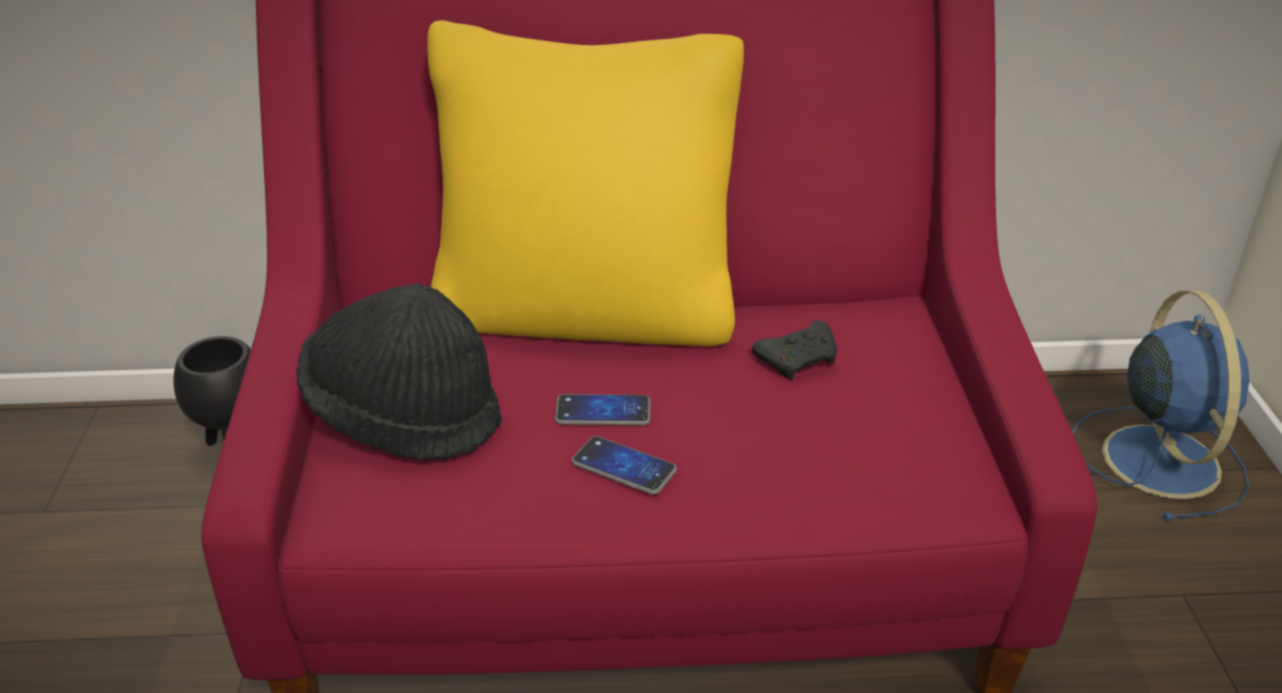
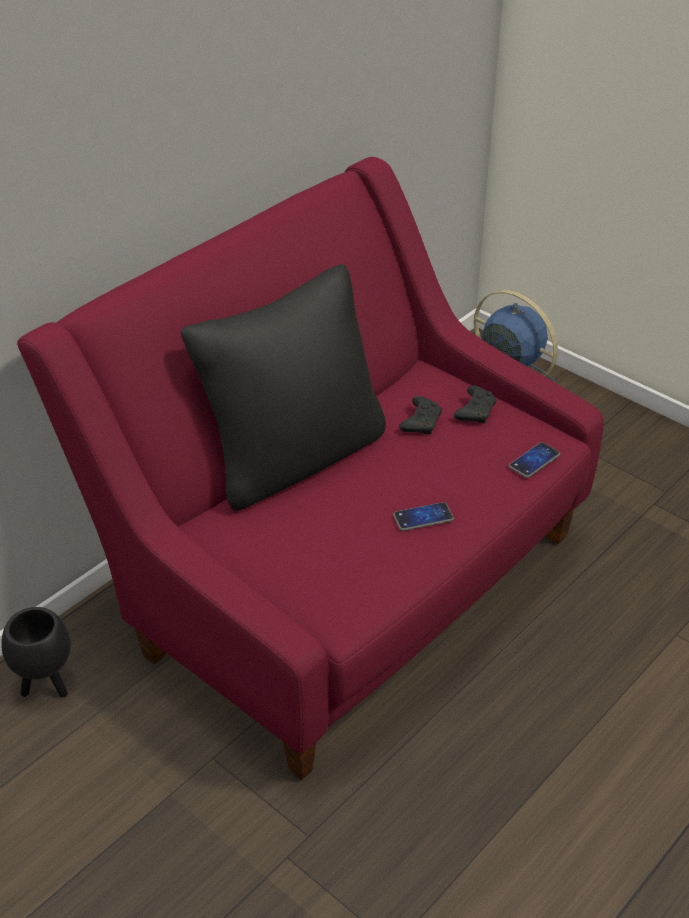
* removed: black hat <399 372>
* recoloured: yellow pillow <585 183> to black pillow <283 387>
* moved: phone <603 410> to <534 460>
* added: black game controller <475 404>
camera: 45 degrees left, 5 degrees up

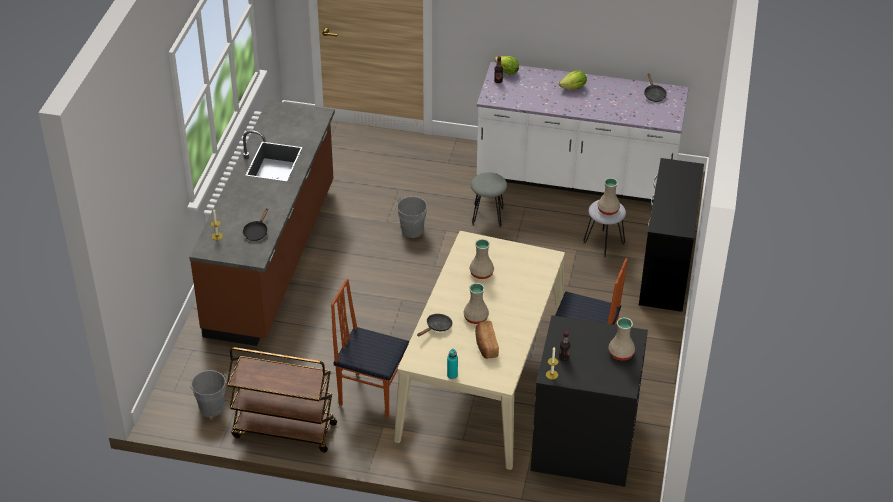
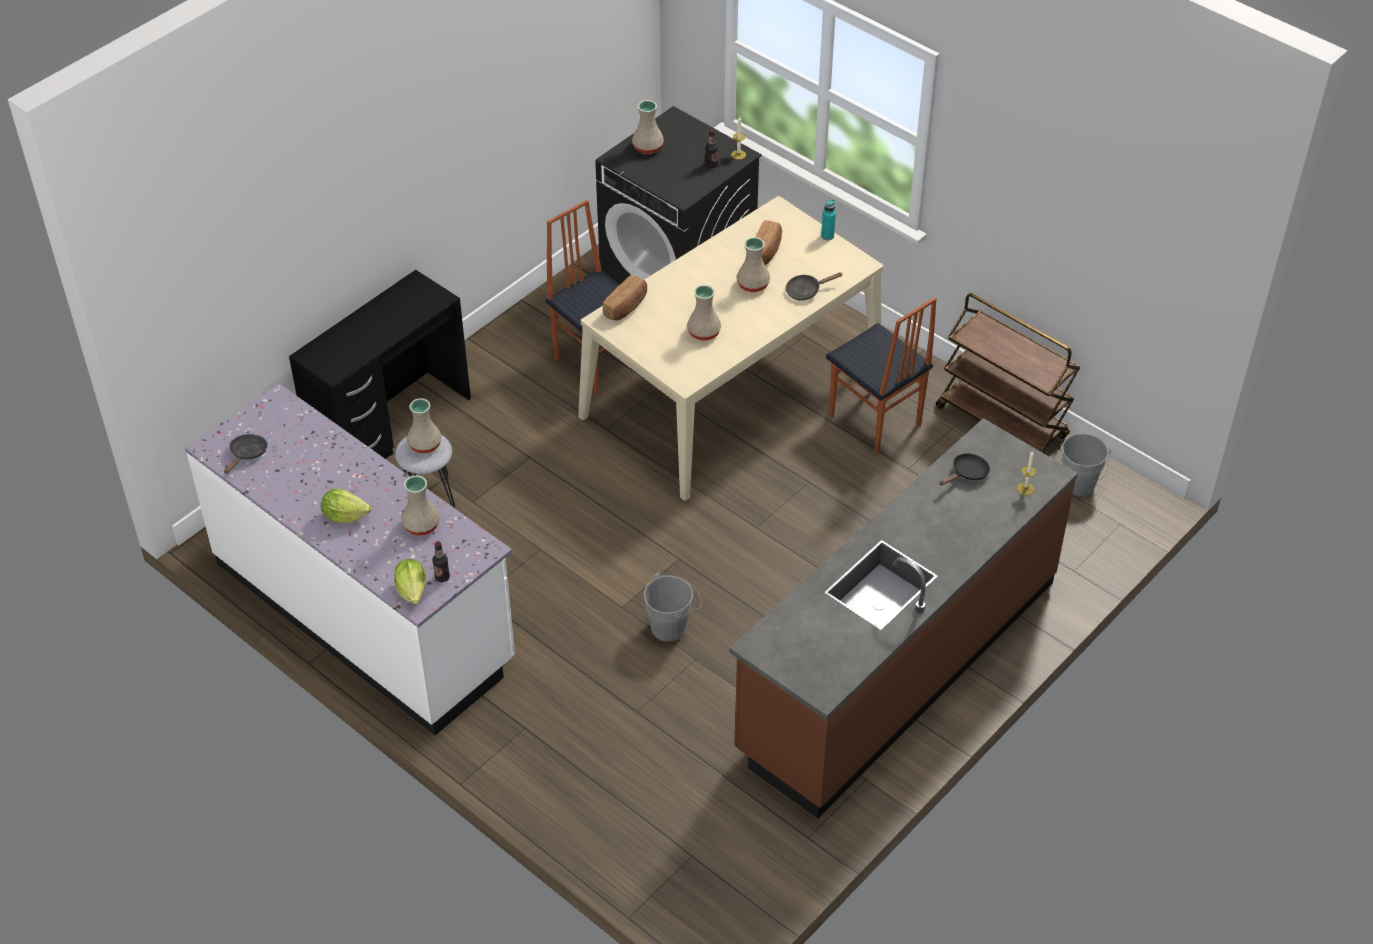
* removed: grey stool <489 199>
* added: beige vase <420 505>
* added: bread <625 297>
camera: 150 degrees left, 5 degrees up

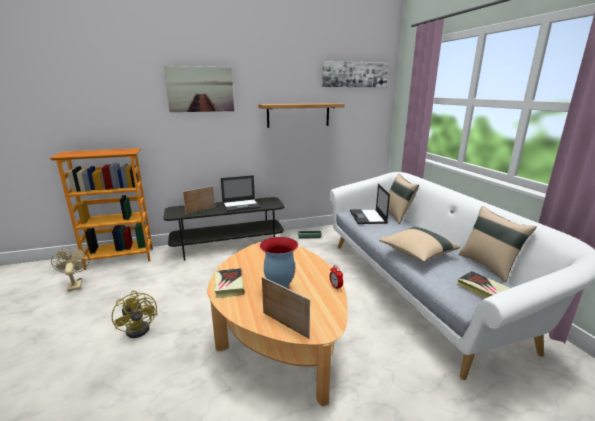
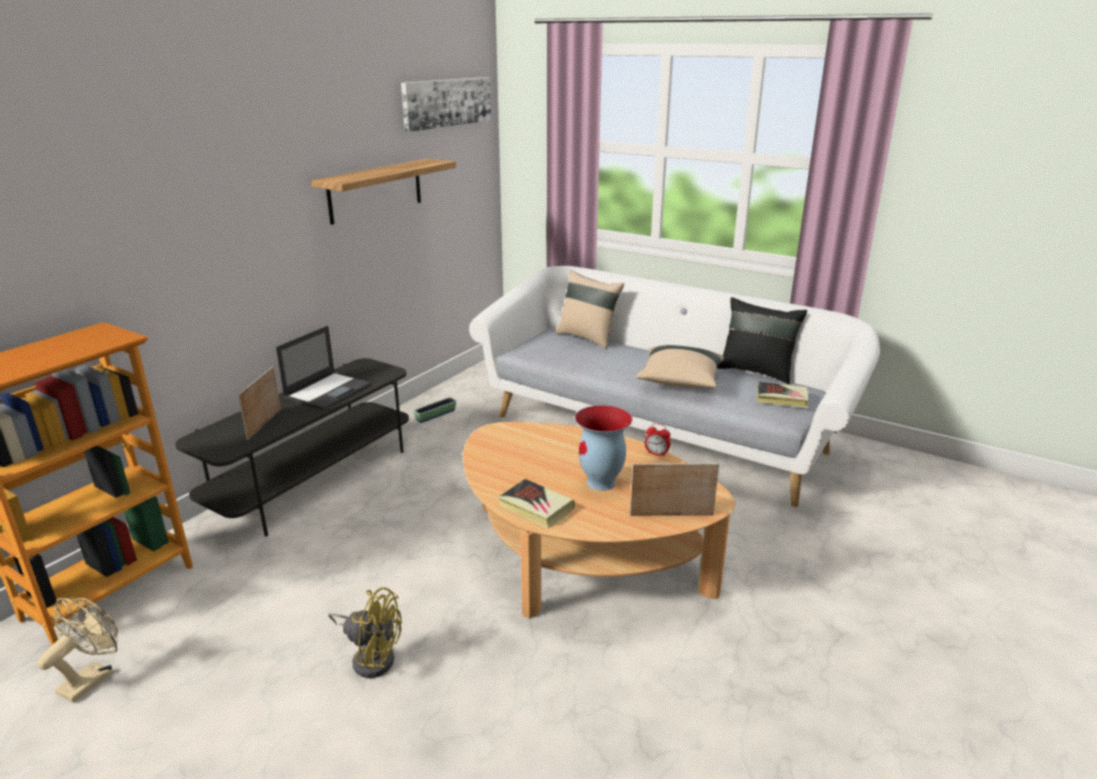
* turned: beige fan <70 270> = <77 650> 90 degrees clockwise
* removed: picture <199 89>
* removed: laptop <370 204>
* recoloured: beige pillow <498 244> to black pillow <762 340>
camera: 40 degrees left, 5 degrees up

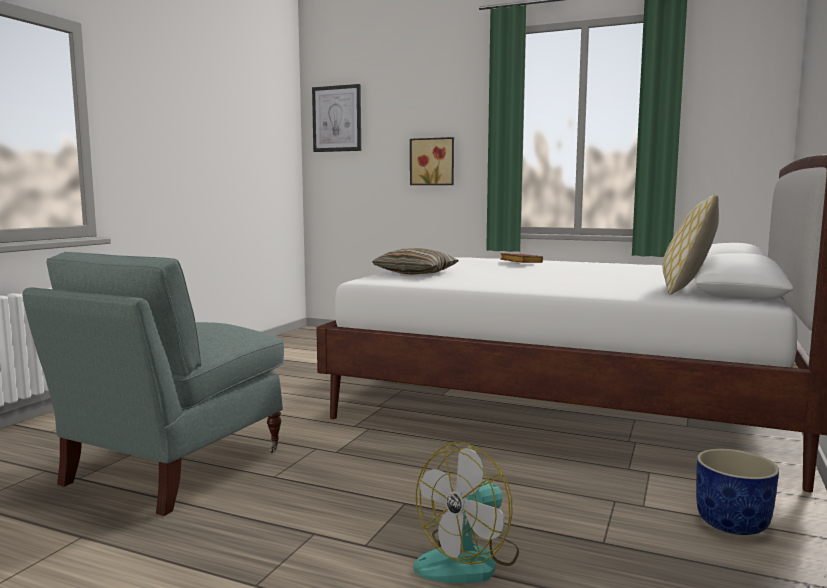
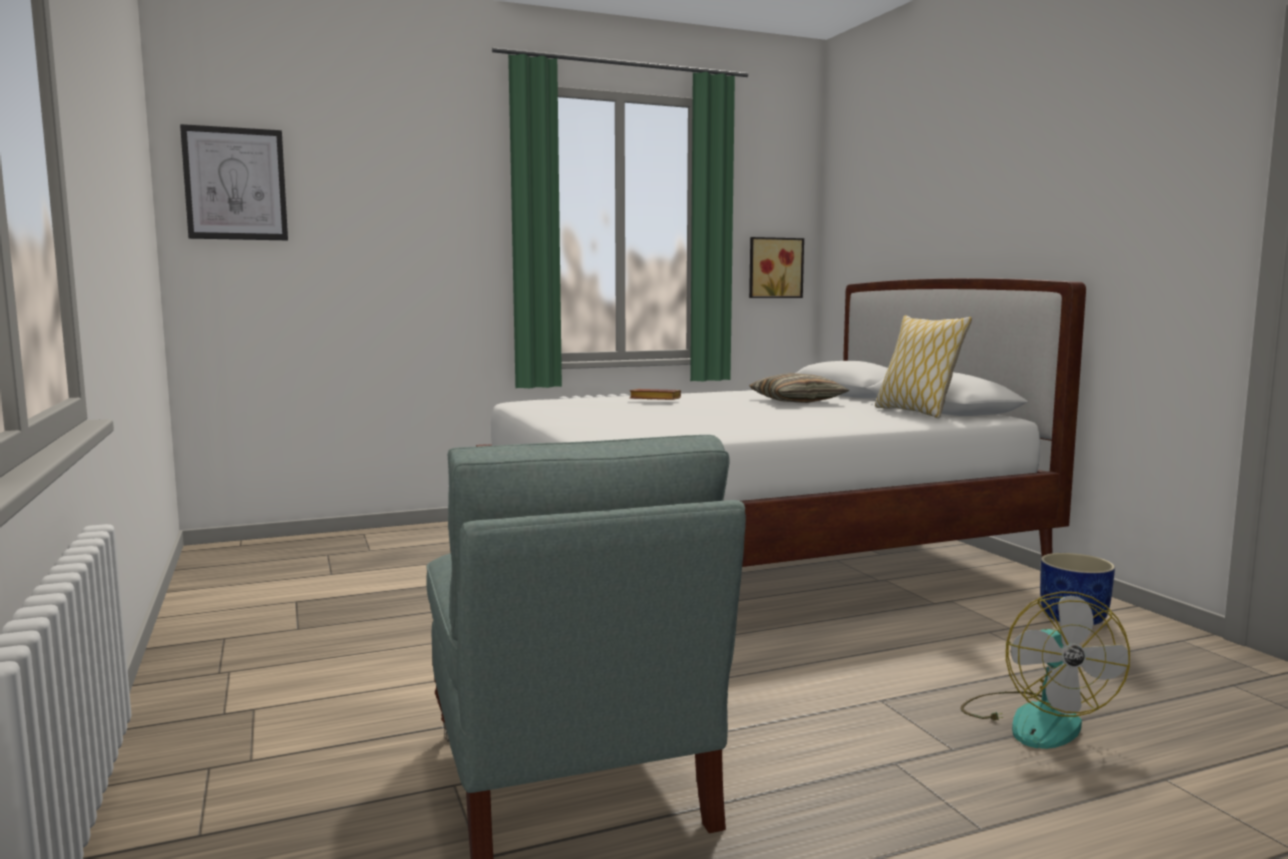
* moved: pillow <415 261> to <799 388>
* moved: picture <432 161> to <776 267>
camera: 45 degrees left, 0 degrees up

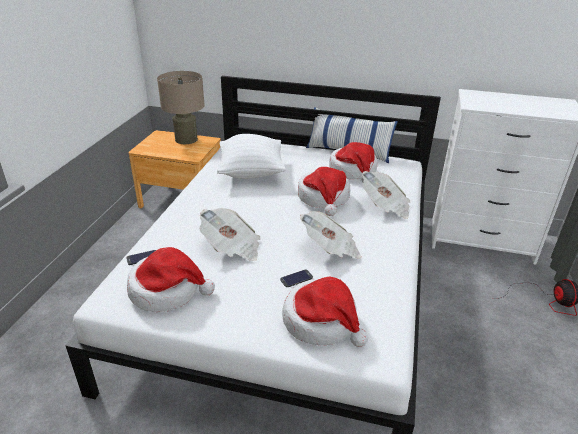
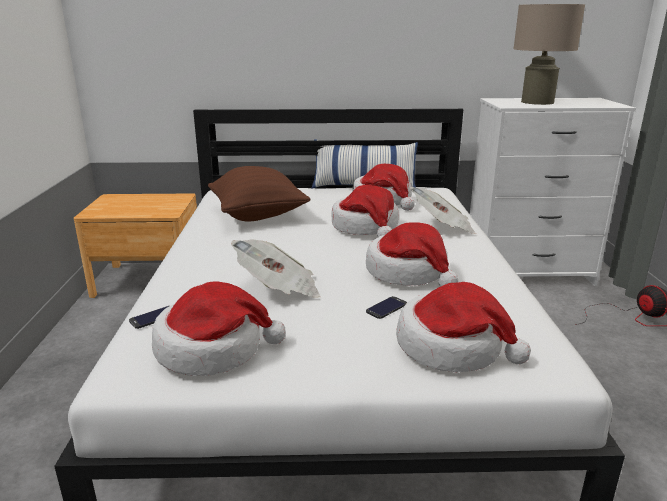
* moved: beige table lamp <181 107> to <549 54>
* recoloured: white pillow <251 156> to brown pillow <259 193>
* replaced: newspaper <331 235> to hat <412 254>
camera: 15 degrees left, 10 degrees down

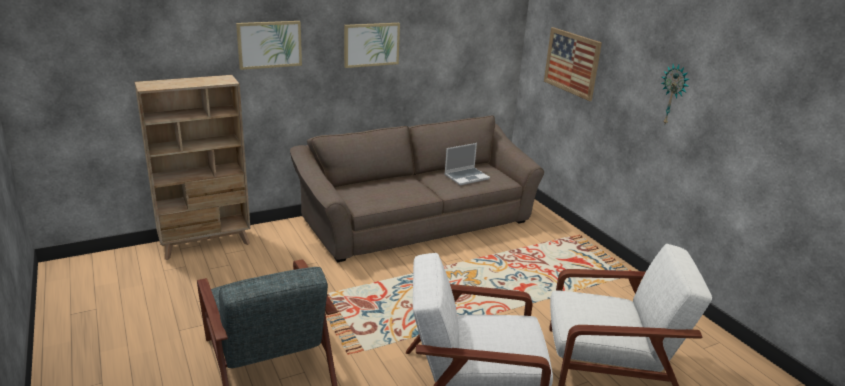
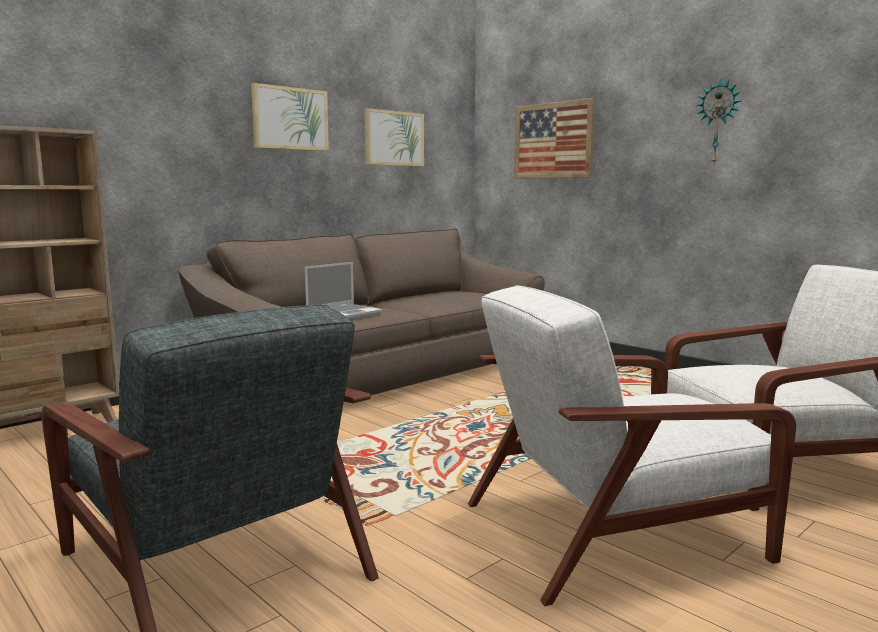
* moved: picture <269 45> to <394 137>
* moved: laptop <467 164> to <343 290>
camera: 15 degrees left, 15 degrees down

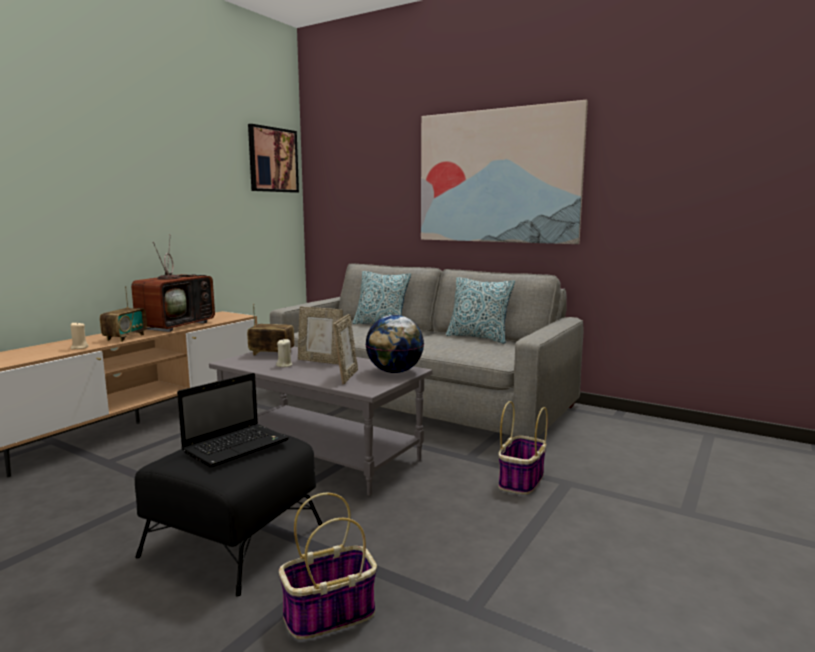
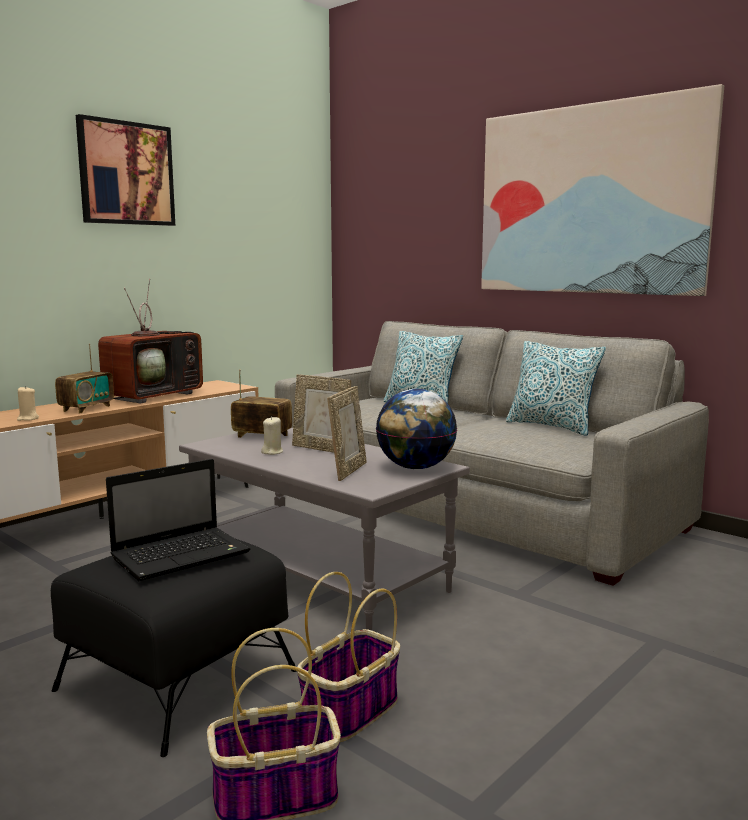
* moved: picture <273 158> to <125 170>
* moved: basket <523 448> to <348 657>
camera: 10 degrees right, 0 degrees up

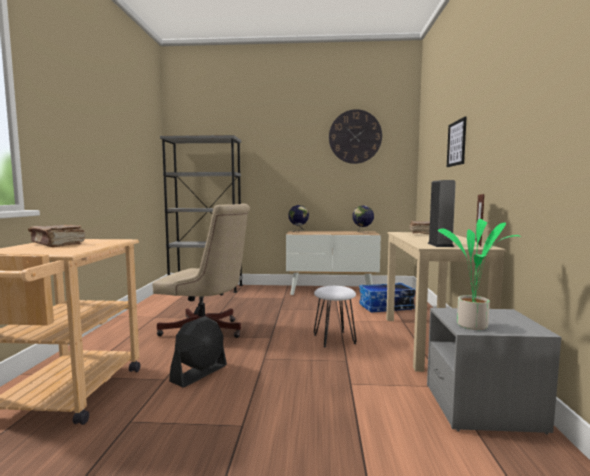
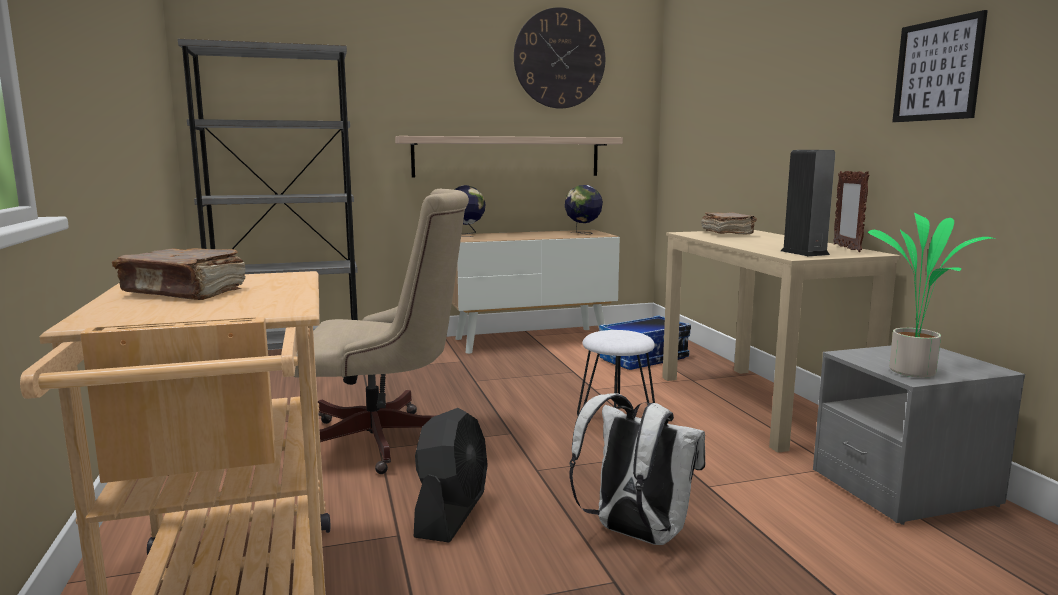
* moved: picture <457 142> to <940 66>
* added: shelf <509 156>
* added: white backpack <637 469>
camera: 20 degrees left, 5 degrees up

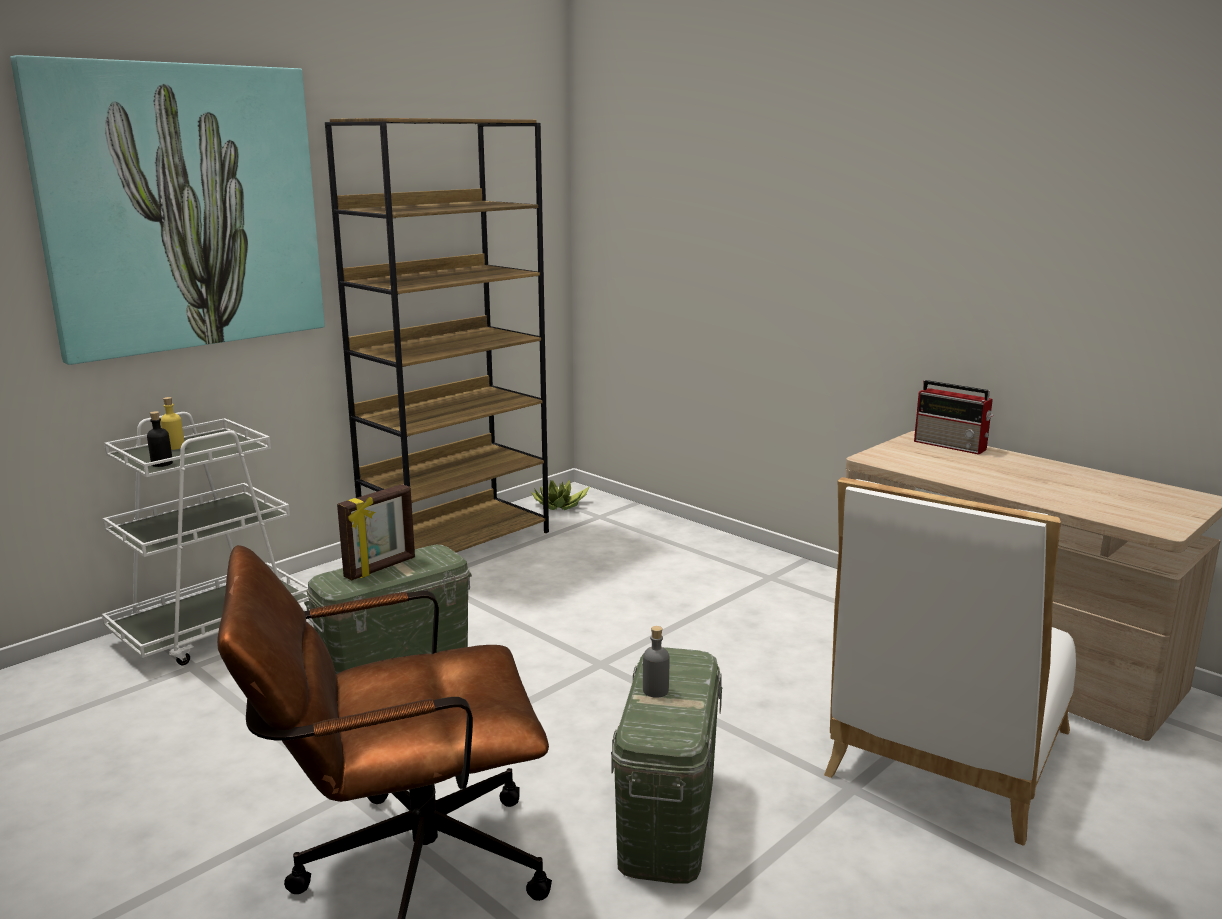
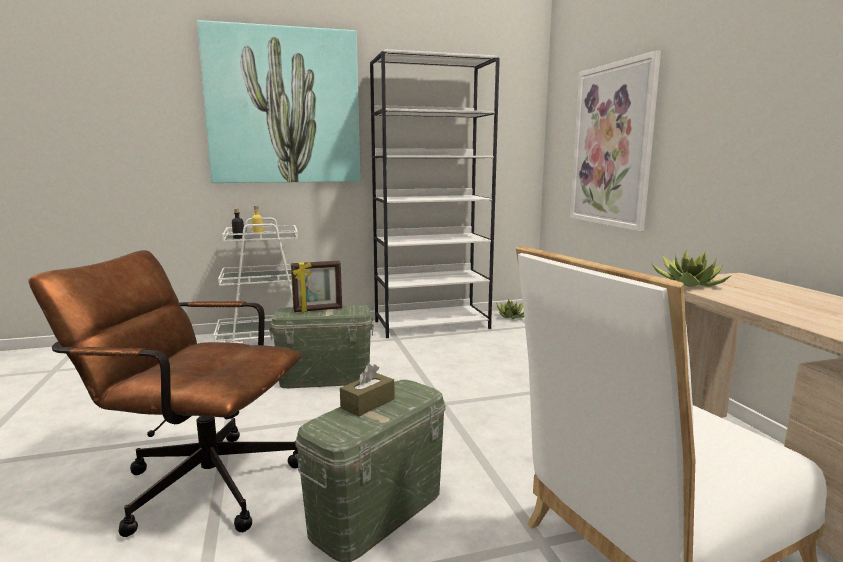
* recoloured: brown bookcase <437 335> to white bookcase <435 193>
* replaced: grey bottle <656 662> to brown tissue box <367 390>
* removed: radio <953 417>
* added: picture <615 141>
* added: potted plant <690 268>
camera: 30 degrees right, 5 degrees down

